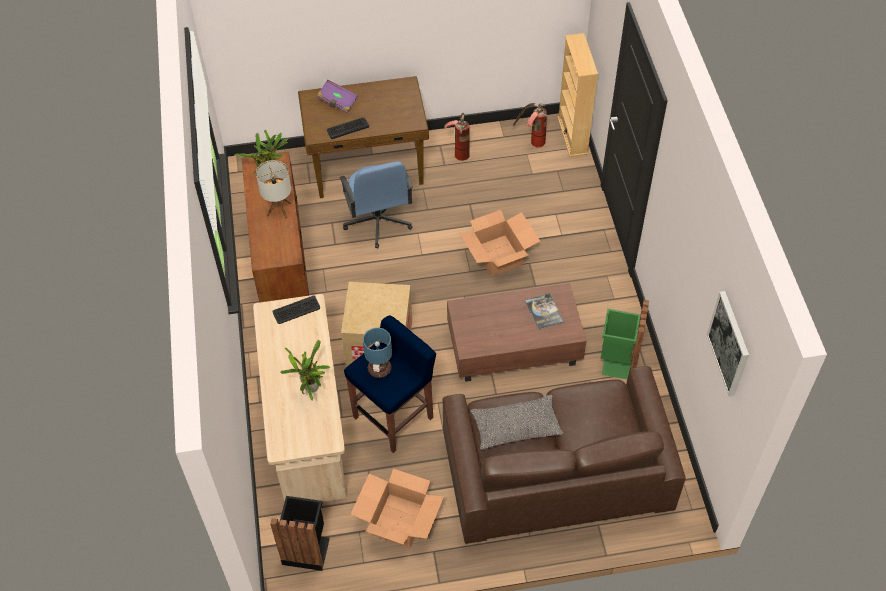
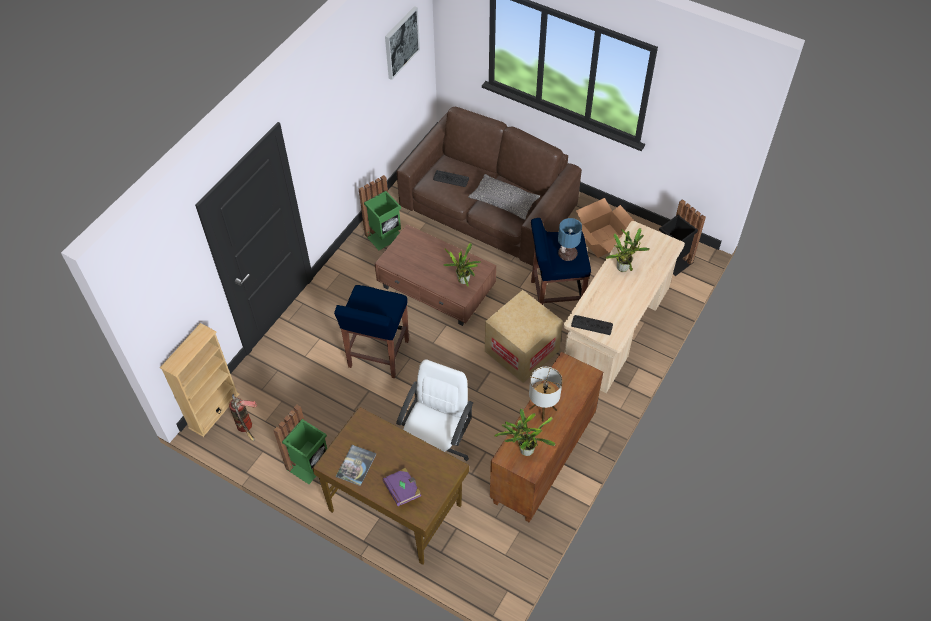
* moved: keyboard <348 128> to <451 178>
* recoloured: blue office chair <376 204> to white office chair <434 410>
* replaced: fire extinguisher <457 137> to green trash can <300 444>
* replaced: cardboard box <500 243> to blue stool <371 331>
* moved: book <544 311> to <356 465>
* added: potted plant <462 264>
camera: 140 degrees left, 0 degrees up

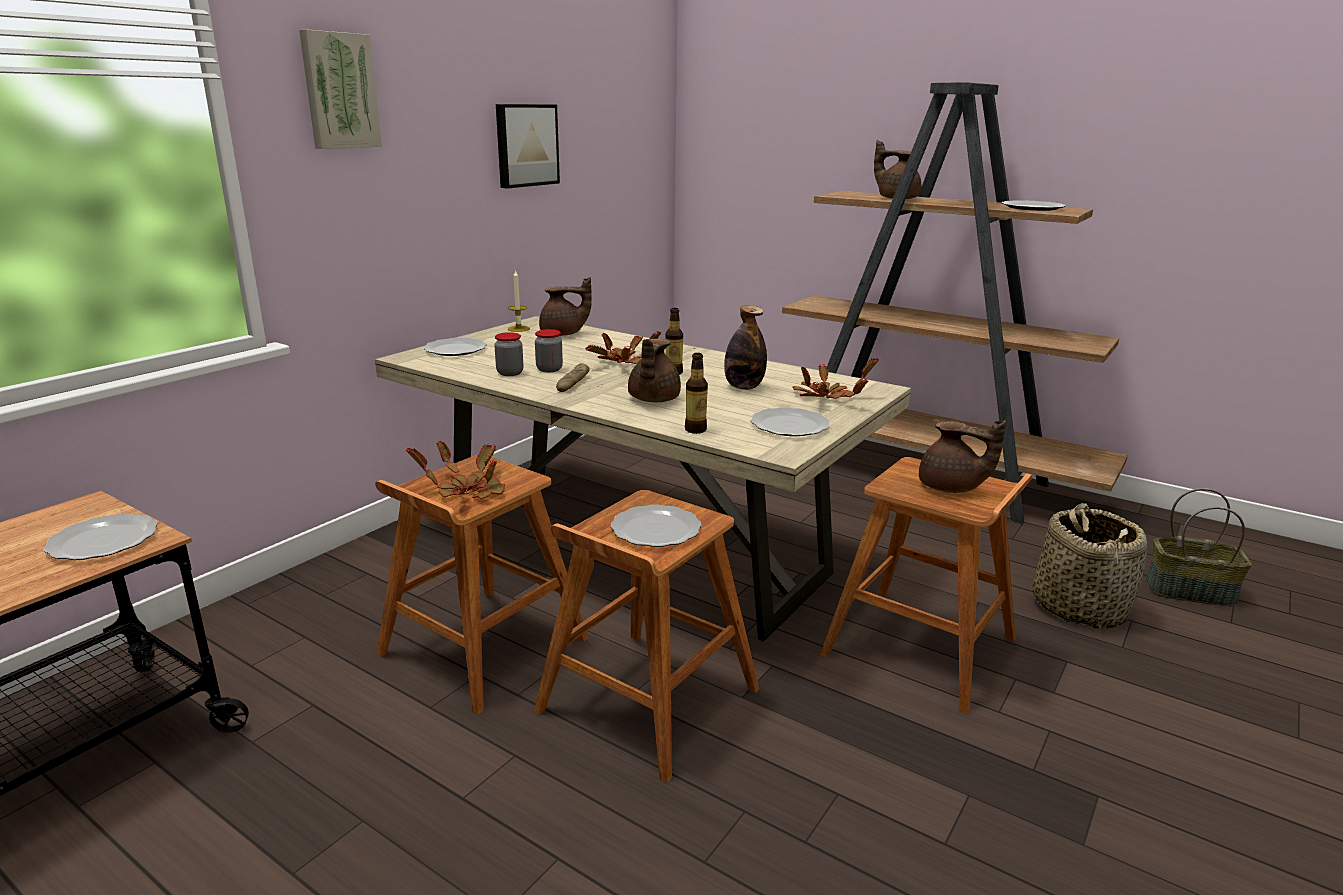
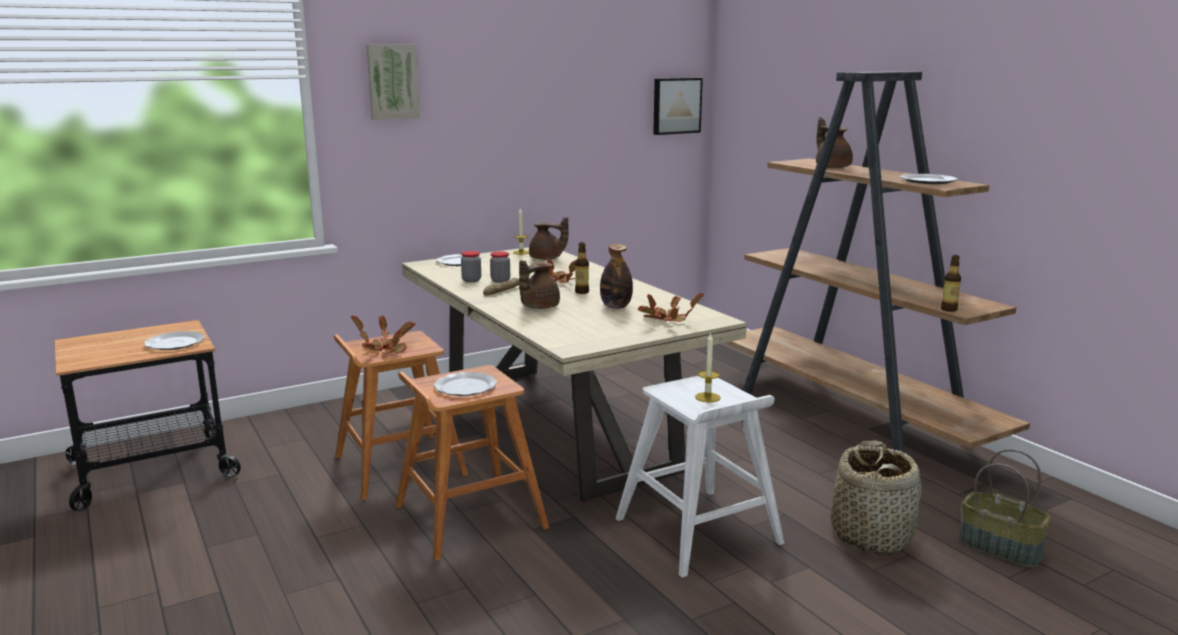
* moved: picture <528 146> to <678 106>
* moved: bottle <696 393> to <951 283>
* removed: plate <790 421>
* recoloured: brown stool <926 585> to white stool <700 477>
* replaced: brown teapot <962 456> to candle <708 367>
camera: 25 degrees right, 5 degrees down

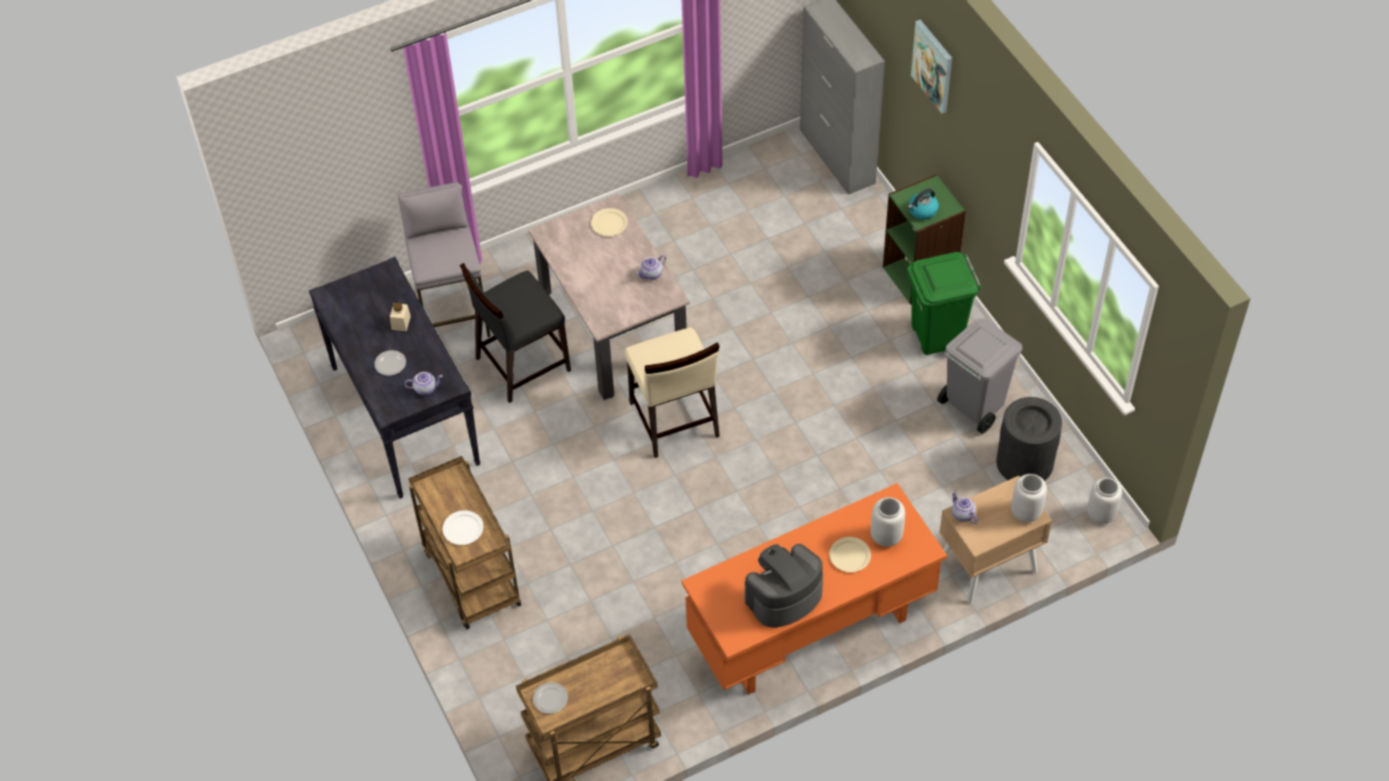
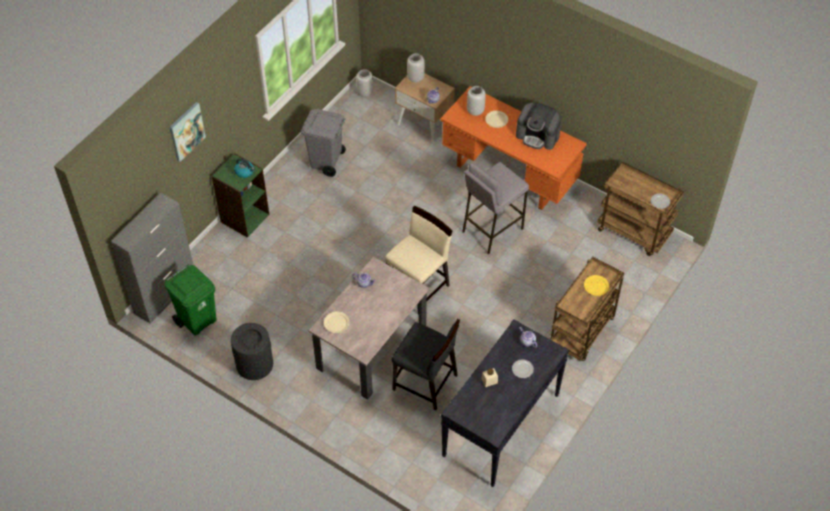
* moved: grey stool <444 259> to <495 208>
* recoloured: white plate <463 527> to yellow plate <596 285>
* moved: green trash can <944 303> to <191 300>
* moved: black trash can <1029 439> to <252 351>
camera: 120 degrees left, 0 degrees up

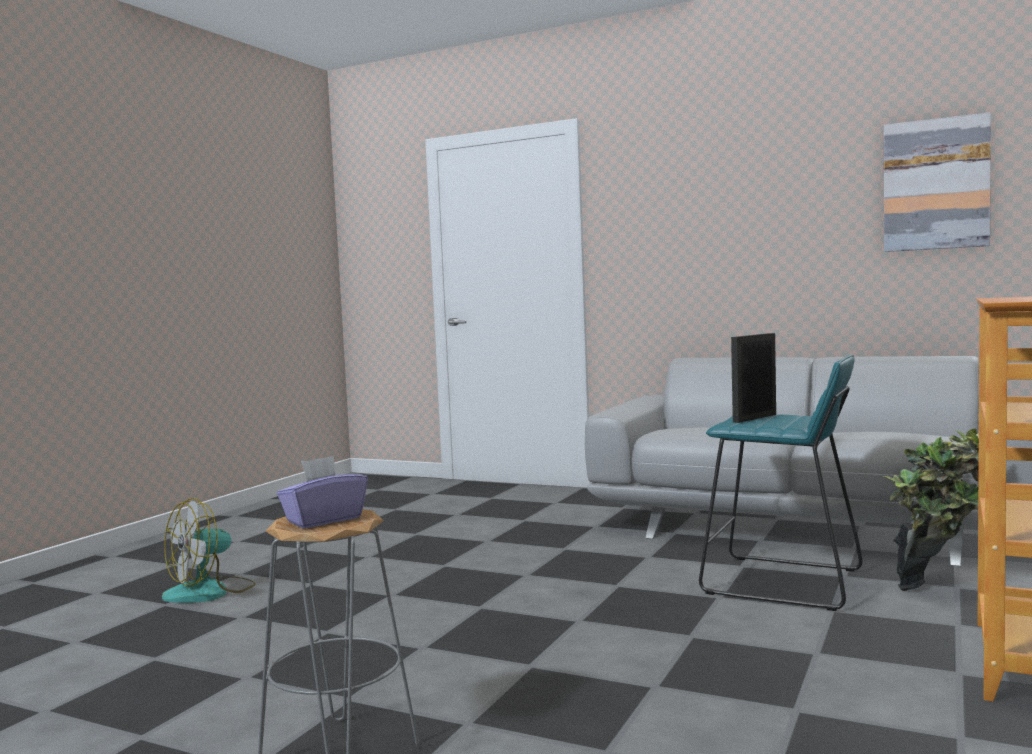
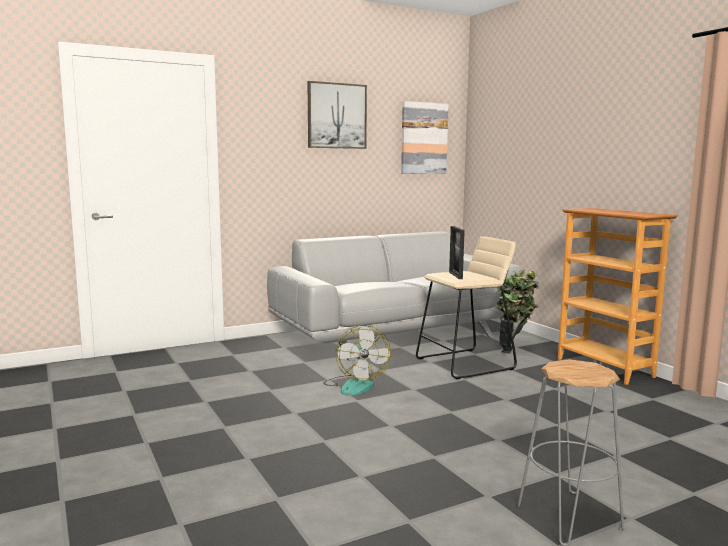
* moved: fan <209 550> to <357 360>
* removed: purple tissue box <322 492>
* recoloured: turquoise stool <781 483> to beige stool <466 308>
* added: picture <337 115>
camera: 55 degrees left, 5 degrees up

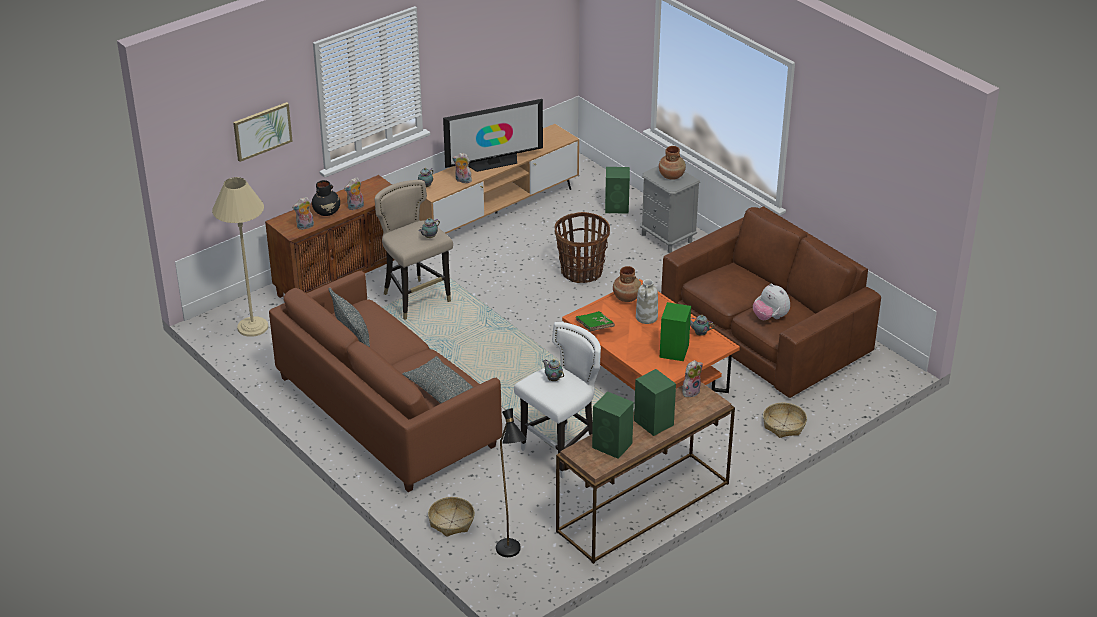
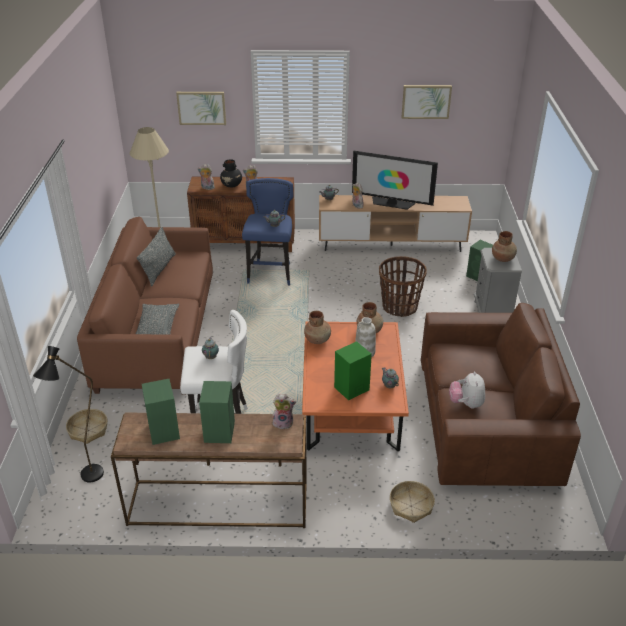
* recoloured: beige stool <414 250> to blue stool <268 231>
* replaced: green book <595 321> to brown vase <317 327>
* added: picture <426 102>
camera: 40 degrees right, 0 degrees up

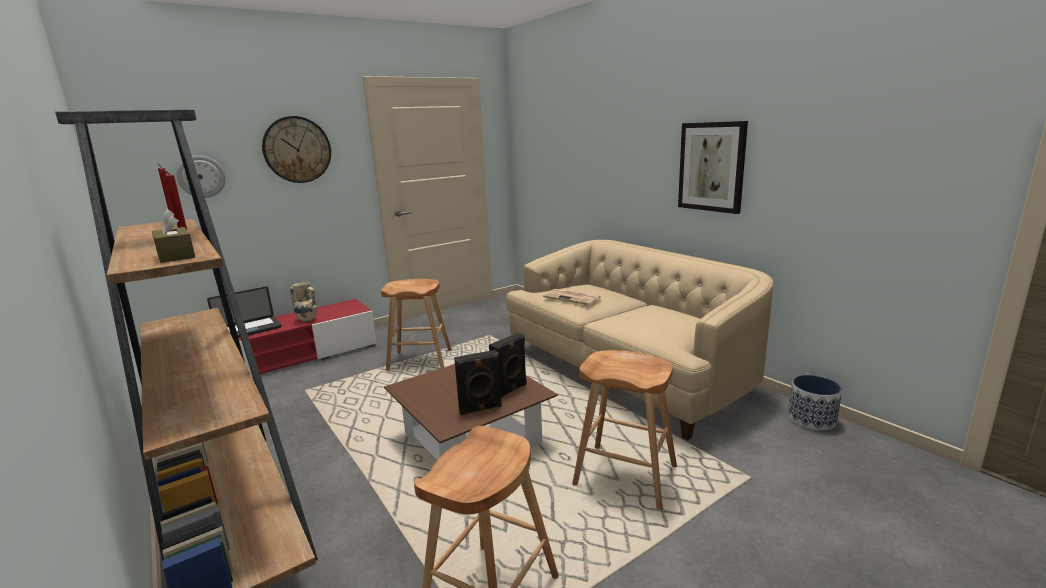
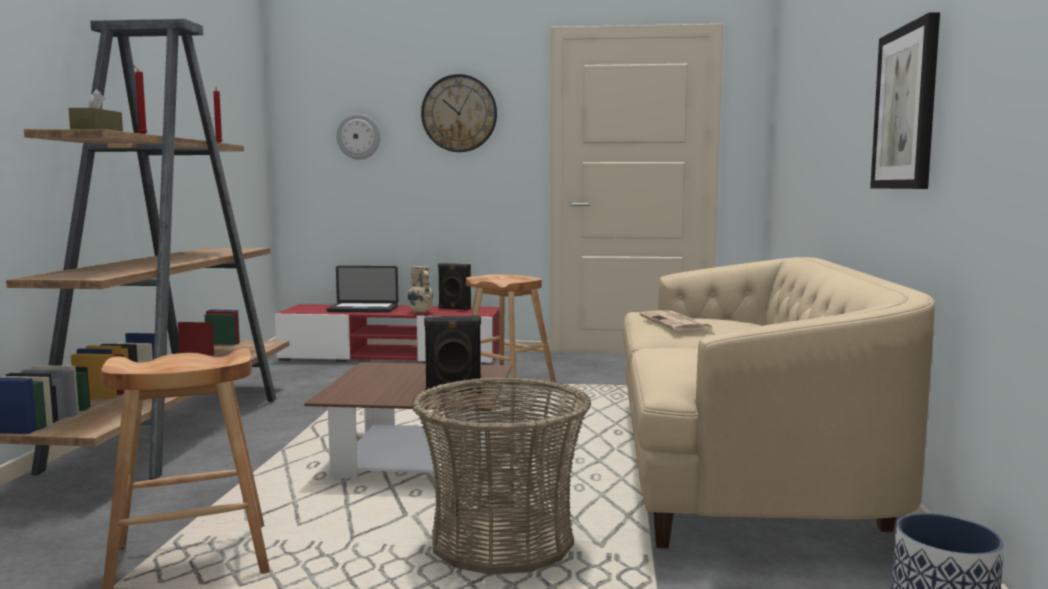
* moved: black speaker <478 382> to <454 286>
* replaced: brown stool <624 429> to basket <501 476>
camera: 40 degrees right, 10 degrees down

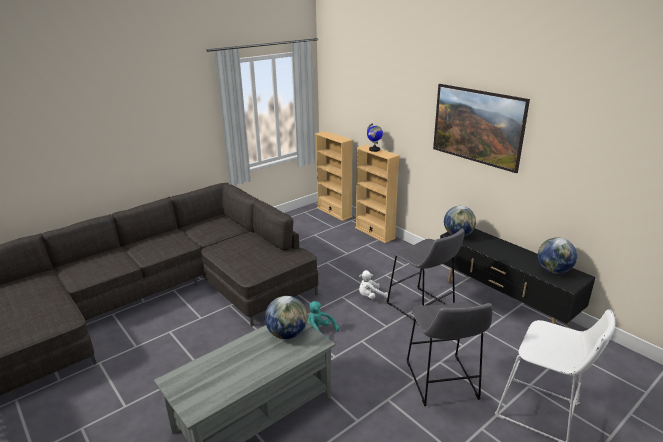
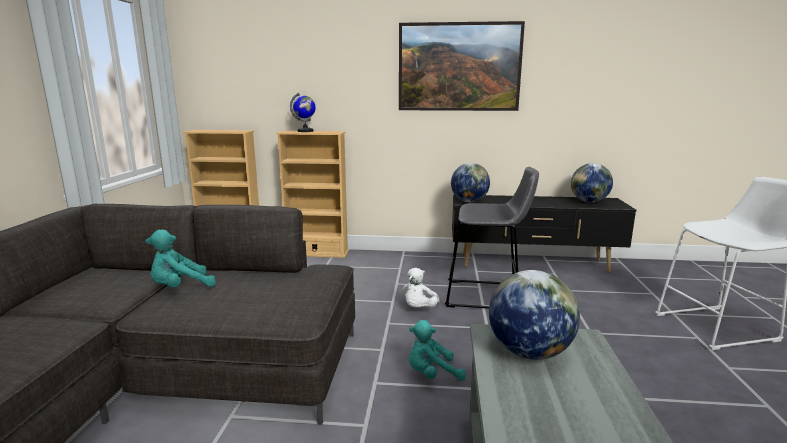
* removed: grey stool <450 354>
* added: turquoise plush toy <181 259>
camera: 45 degrees left, 10 degrees down

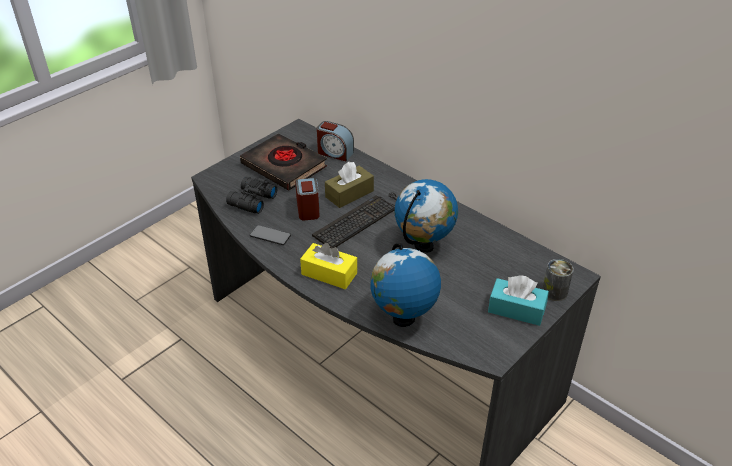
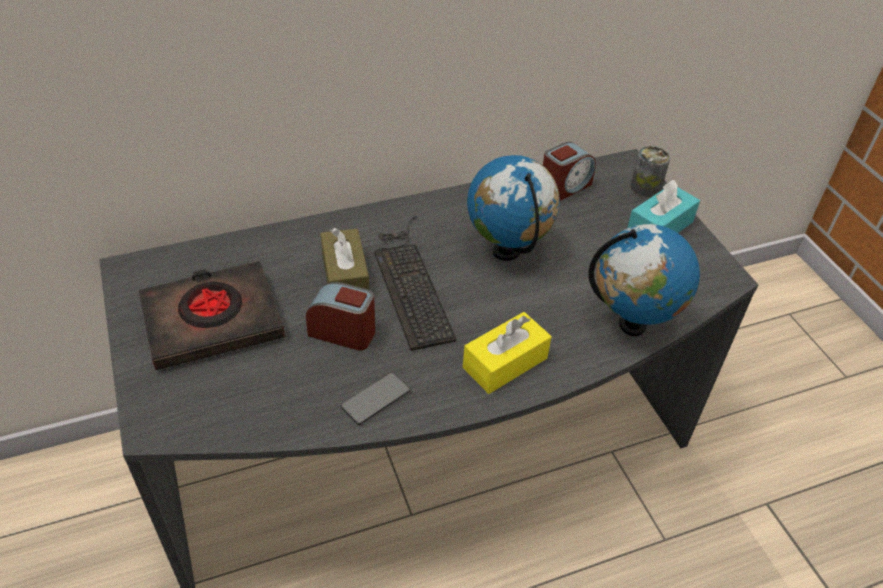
* removed: black binoculars <251 195>
* moved: alarm clock <335 141> to <569 171>
camera: 65 degrees left, 5 degrees up

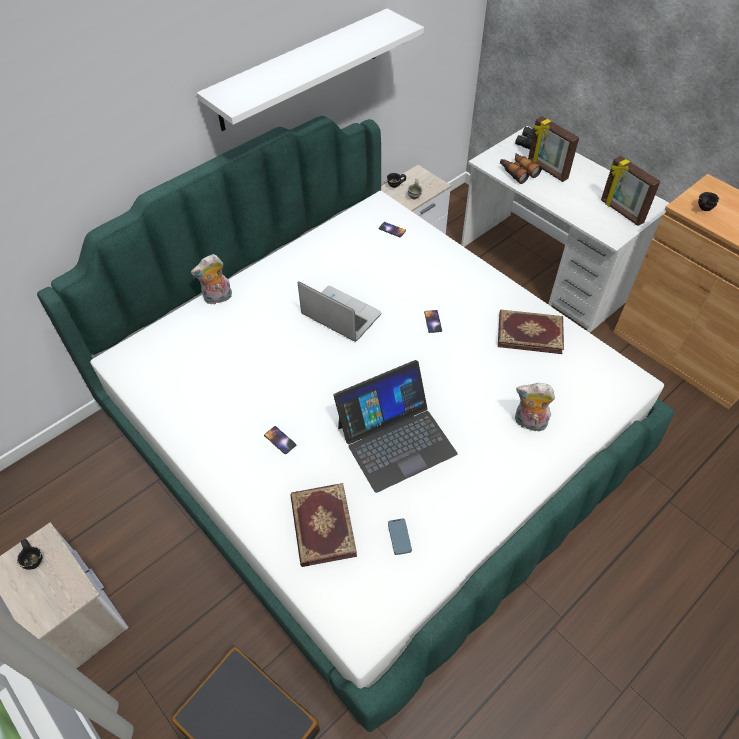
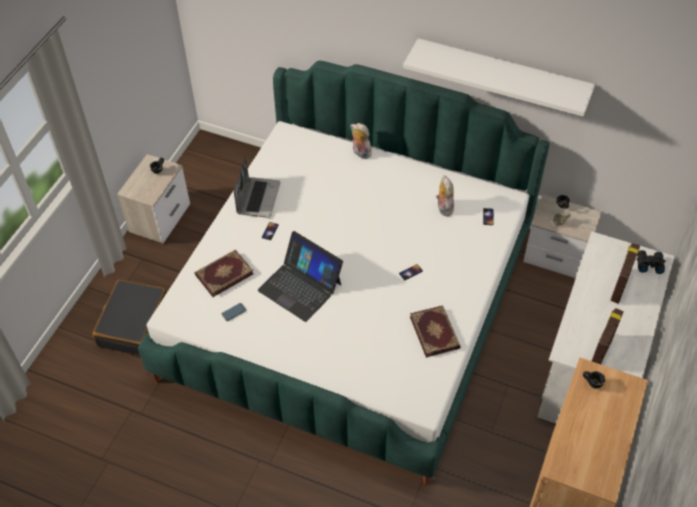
* moved: laptop <339 311> to <257 187>
* removed: binoculars <521 168>
* moved: plush toy <535 408> to <445 196>
camera: 65 degrees right, 0 degrees up

